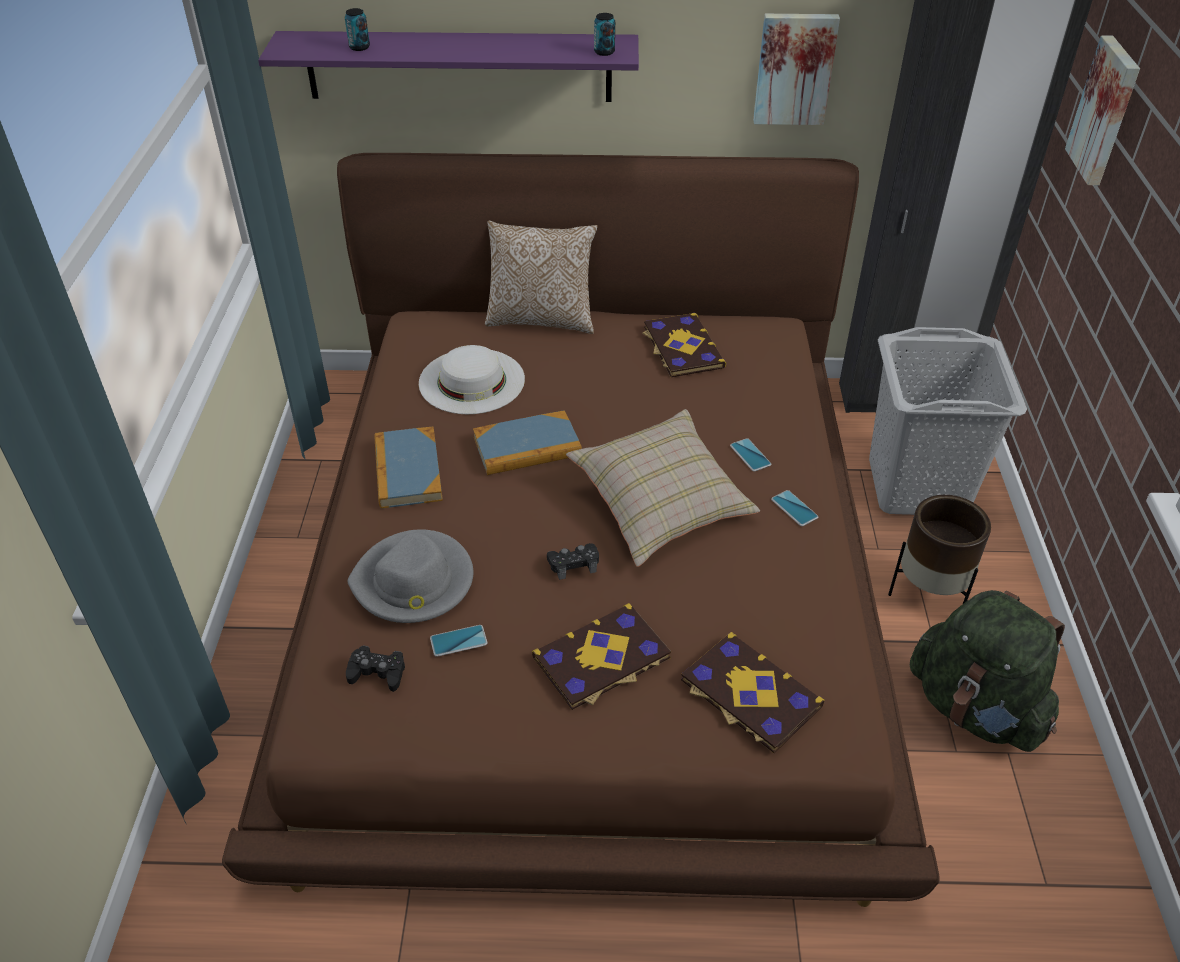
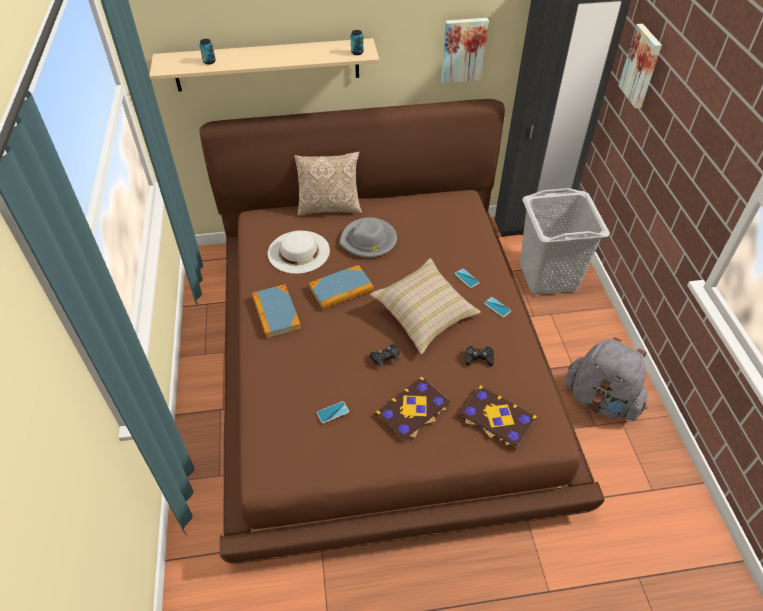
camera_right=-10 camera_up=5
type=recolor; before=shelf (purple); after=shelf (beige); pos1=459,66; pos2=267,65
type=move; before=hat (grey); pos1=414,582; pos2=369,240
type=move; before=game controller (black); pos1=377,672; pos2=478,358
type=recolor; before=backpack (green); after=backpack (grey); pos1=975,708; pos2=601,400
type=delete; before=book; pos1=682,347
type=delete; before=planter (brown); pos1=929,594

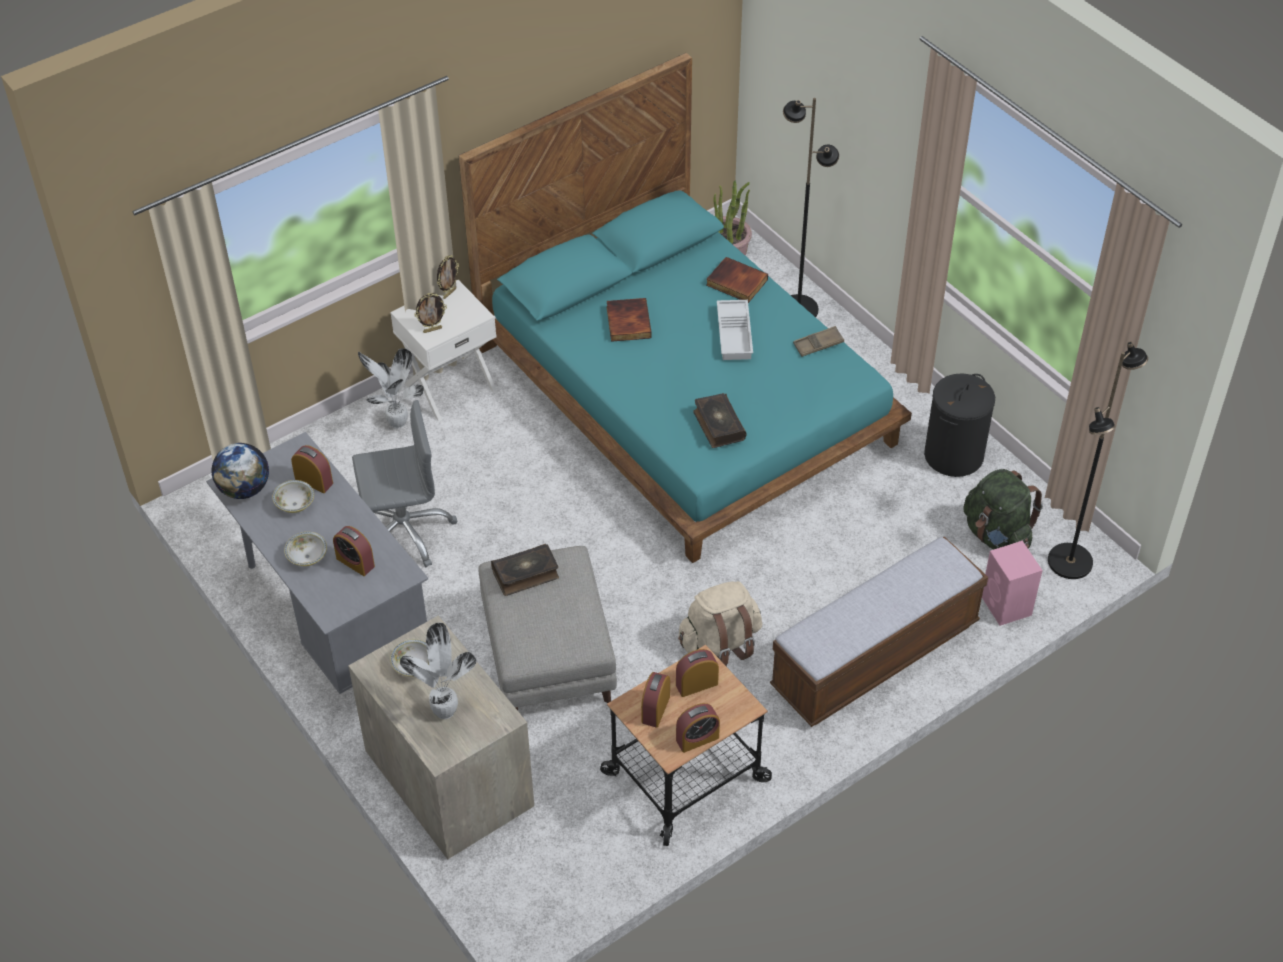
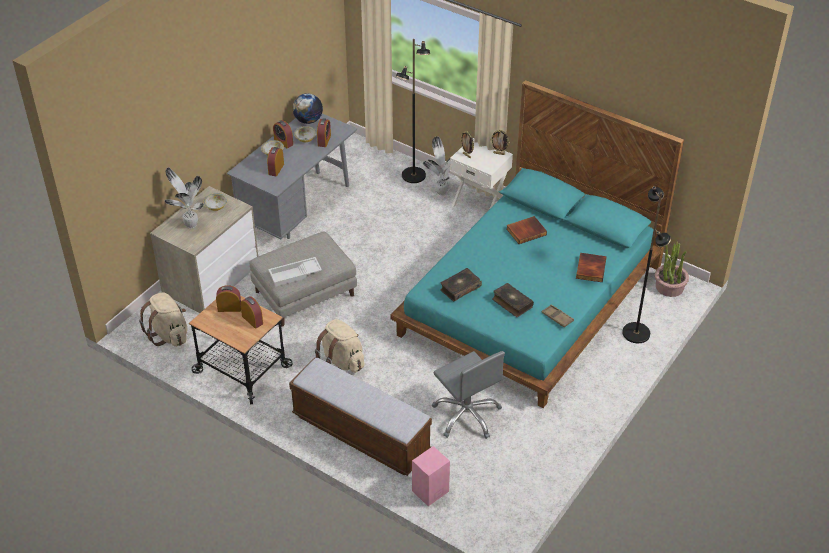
camera_right=70 camera_up=-5
type=insert; after=backpack (beige); pos2=169,335
type=move; before=tray (white); pos1=735,334; pos2=295,275
type=move; before=alarm clock; pos1=697,739; pos2=283,142
type=move; before=floor lamp (black); pos1=1071,562; pos2=413,176
type=move; before=office chair (grey); pos1=404,531; pos2=467,415
type=move; before=book; pos1=526,575; pos2=512,303
type=delete; before=laundry basket (black); pos1=953,455
type=delete; before=backpack (green); pos1=997,535

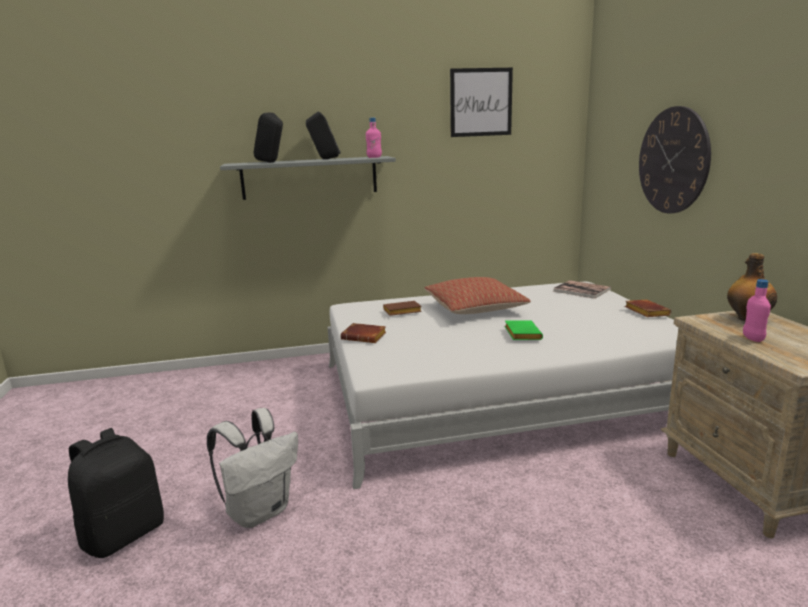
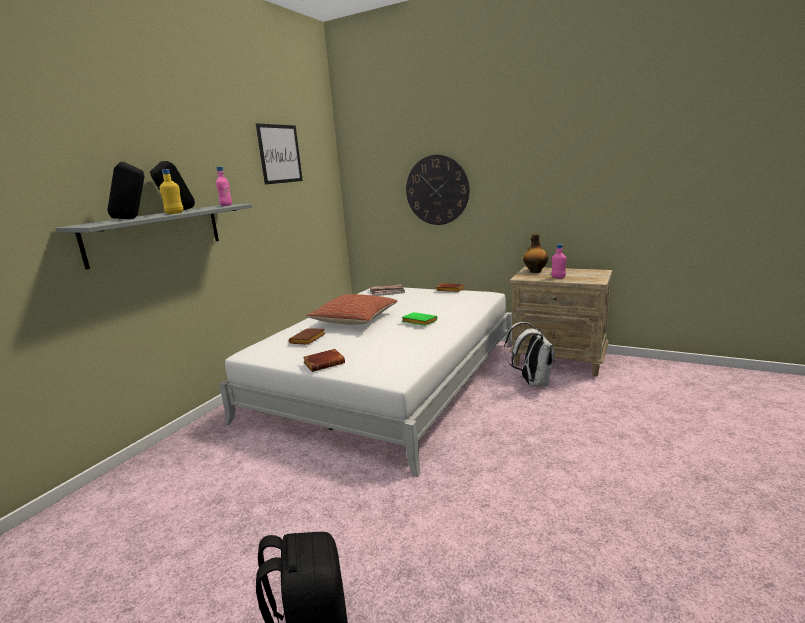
camera_right=-50 camera_up=0
type=insert; after=bottle (yellow); pos2=174,213
type=move; before=backpack (white); pos1=260,511; pos2=532,382

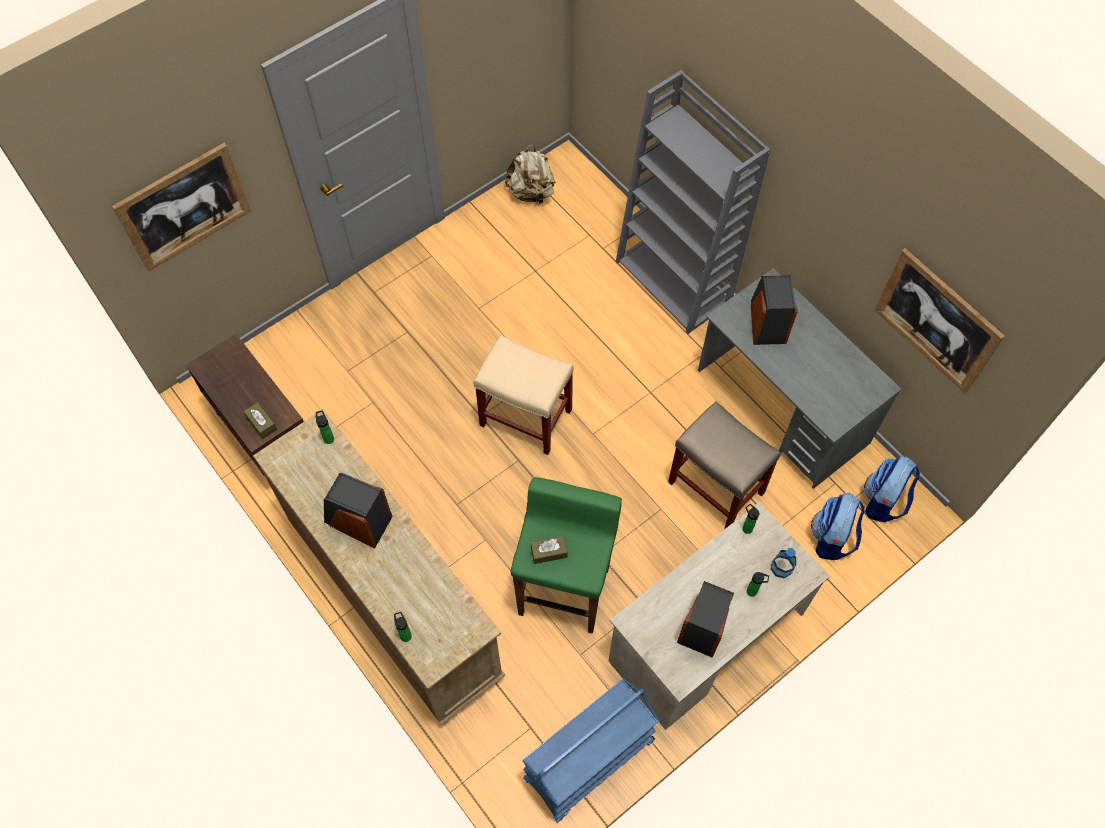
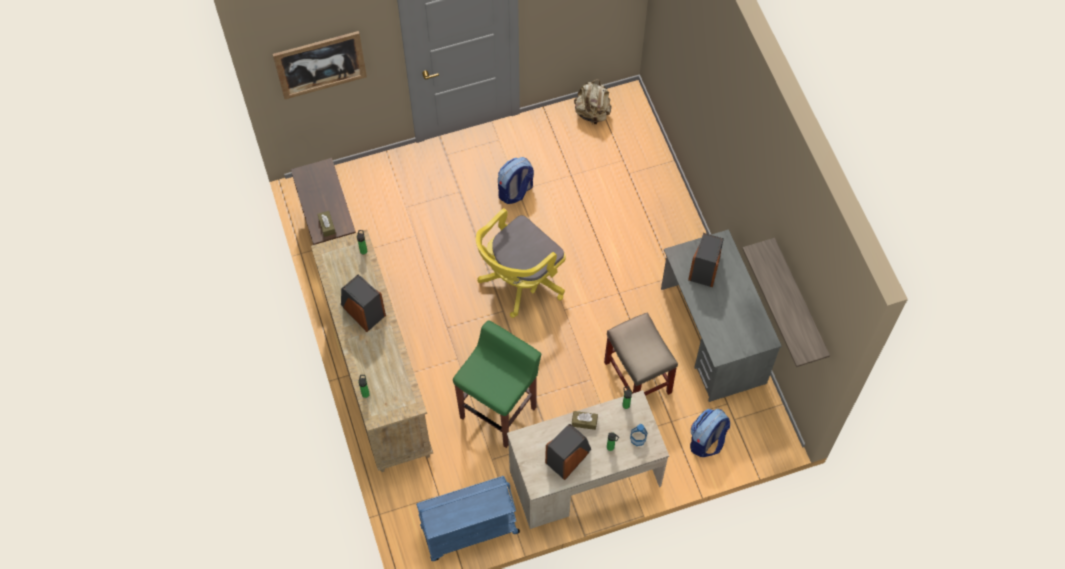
camera_right=20 camera_up=0
type=replace; before=stool (beige); after=office chair (yellow); pos1=524,417; pos2=519,281
type=move; before=backpack; pos1=883,501; pos2=515,192
type=move; before=tissue box (brown); pos1=549,552; pos2=584,422
type=replace; before=picture; after=shelf; pos1=937,321; pos2=799,302
type=delete; before=bookcase (grey); pos1=674,282

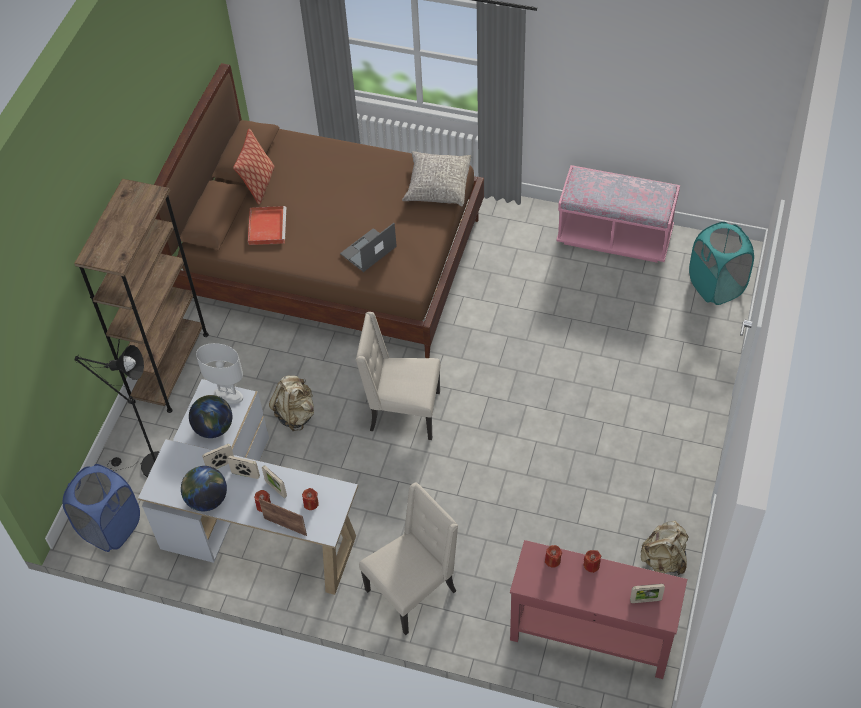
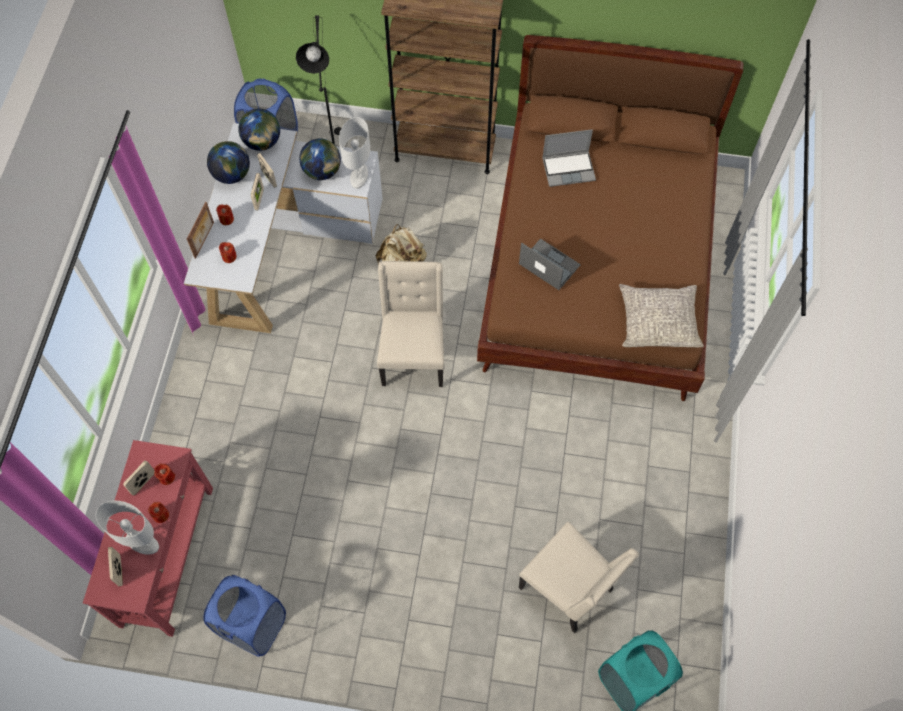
camera_right=80 camera_up=10
type=insert; after=table lamp (white); pos2=142,543
type=move; before=picture frame; pos1=276,489; pos2=143,483
type=replace; before=backpack (beige); after=laundry basket (blue); pos1=664,559; pos2=253,625
type=insert; after=globe; pos2=262,142
type=move; before=chair (beige); pos1=413,590; pos2=568,589
type=replace; before=tray (red); after=laptop; pos1=267,226; pos2=569,169
type=delete; before=pillow; pos1=259,185
type=delete; before=bench (pink); pos1=614,237

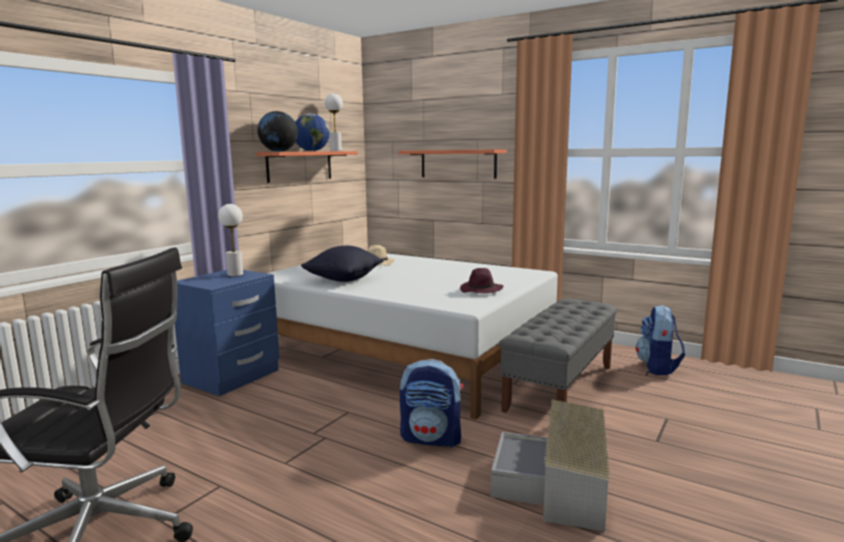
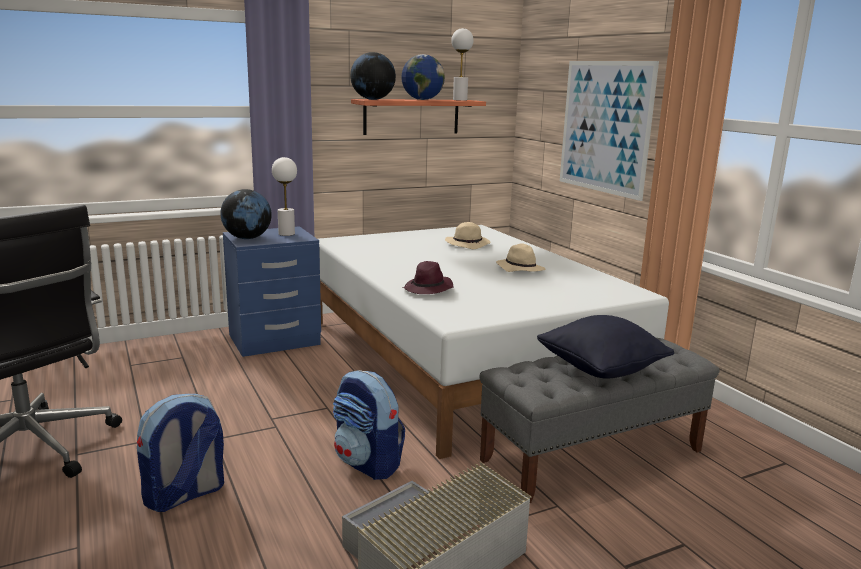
camera_right=30 camera_up=5
type=move; before=backpack; pos1=658,367; pos2=184,495
type=insert; after=globe; pos2=247,238
type=move; before=hat (purple); pos1=481,290; pos2=428,289
type=insert; after=hat (beige); pos2=519,269
type=move; before=pillow (black); pos1=343,279; pos2=601,370
type=replace; before=shelf; after=picture; pos1=458,164; pos2=604,127

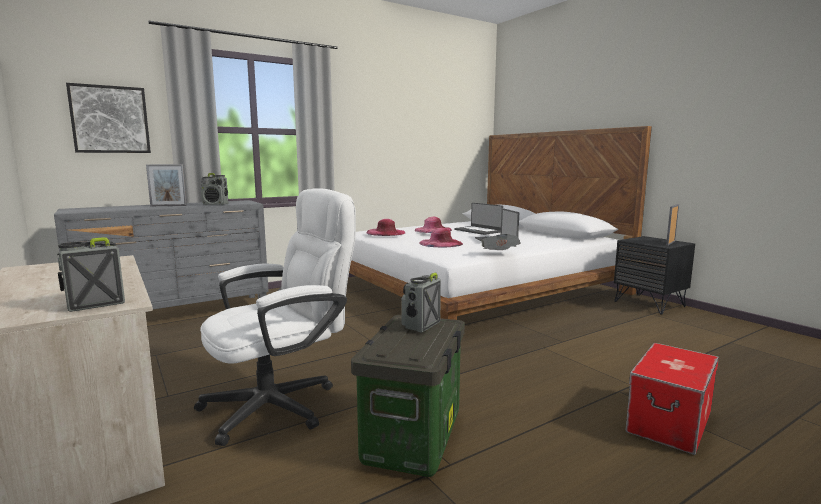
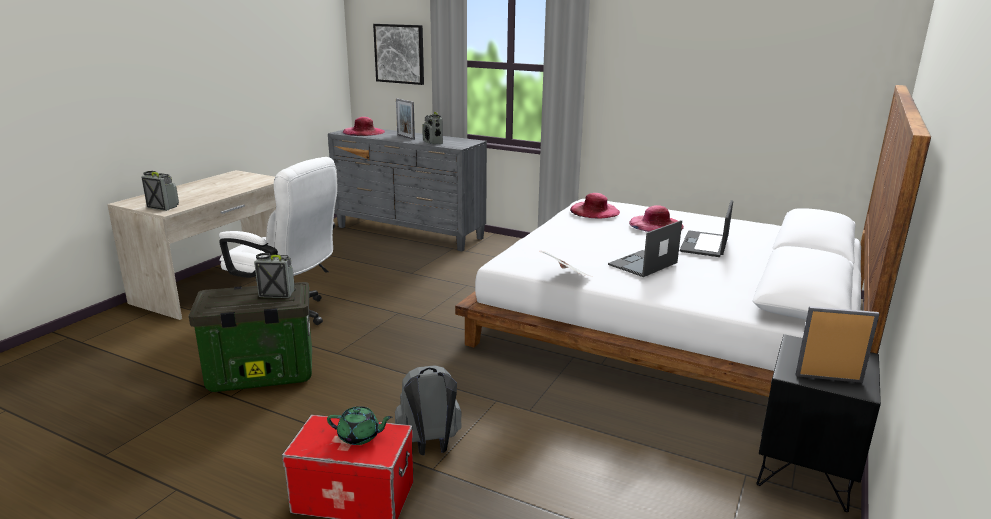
camera_right=60 camera_up=10
type=insert; after=teapot (green); pos2=360,436
type=move; before=hat (pink); pos1=441,243; pos2=364,132
type=insert; after=backpack (grey); pos2=430,445

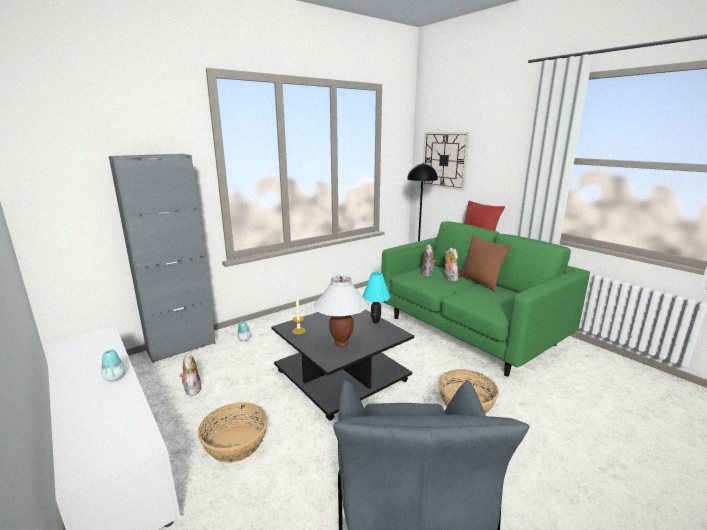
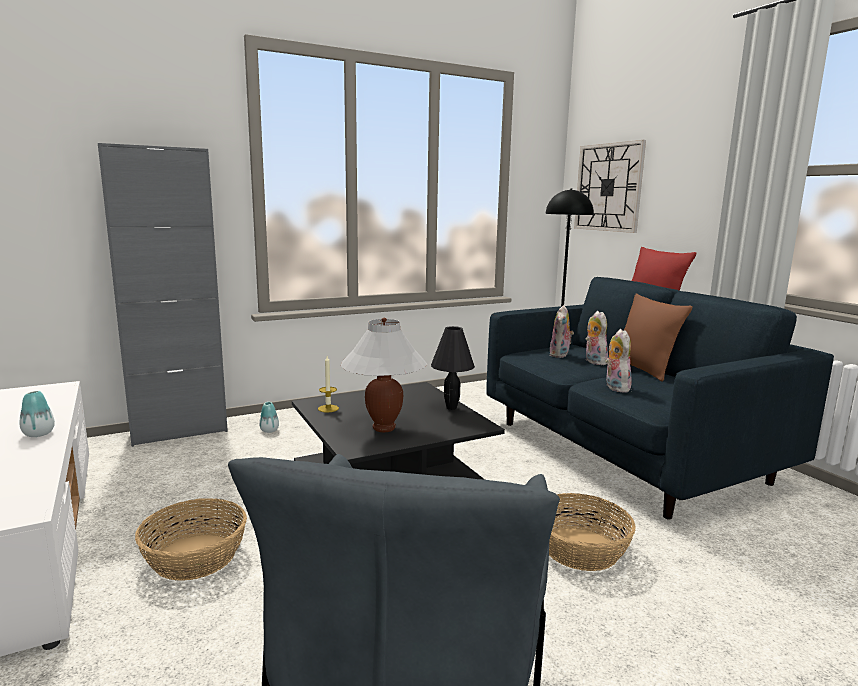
camera_right=10 camera_up=-5
type=recolor; before=table lamp (turquoise); after=table lamp (black); pos1=376,322; pos2=452,408
type=recolor; before=sofa (green); after=sofa (blue); pos1=469,330; pos2=624,450
type=move; before=plush toy; pos1=192,389; pos2=615,387

